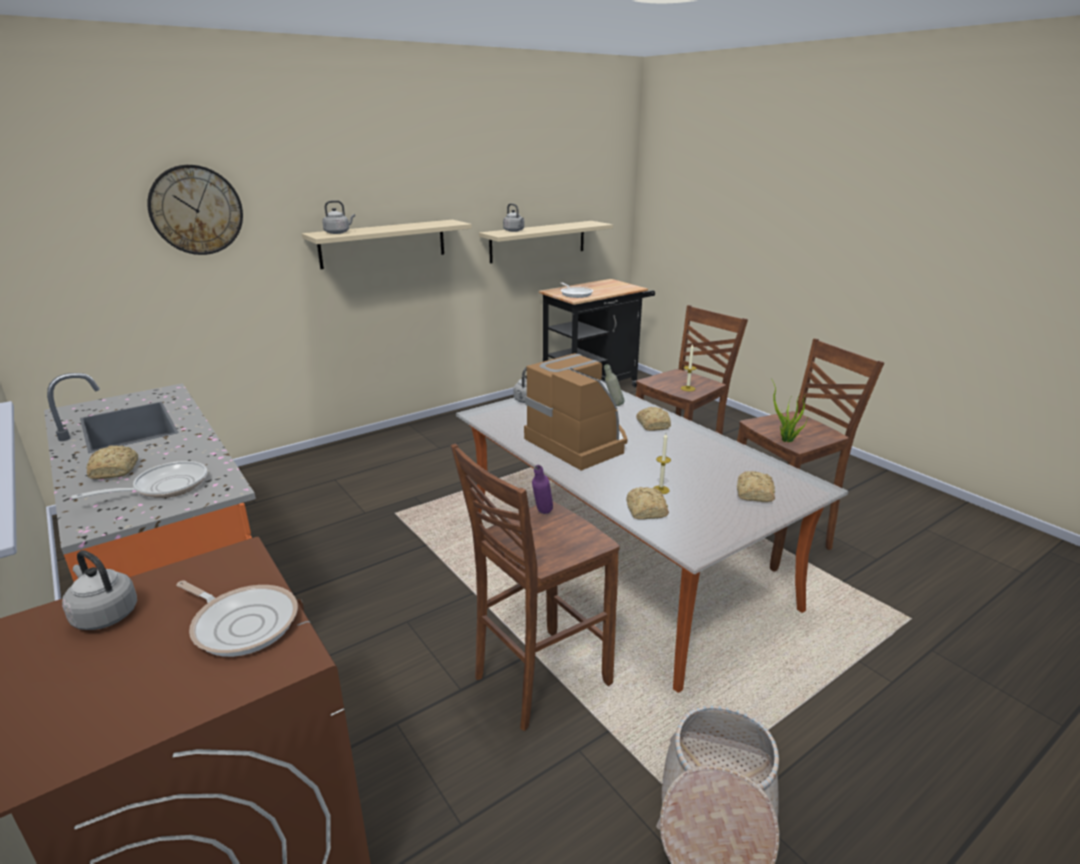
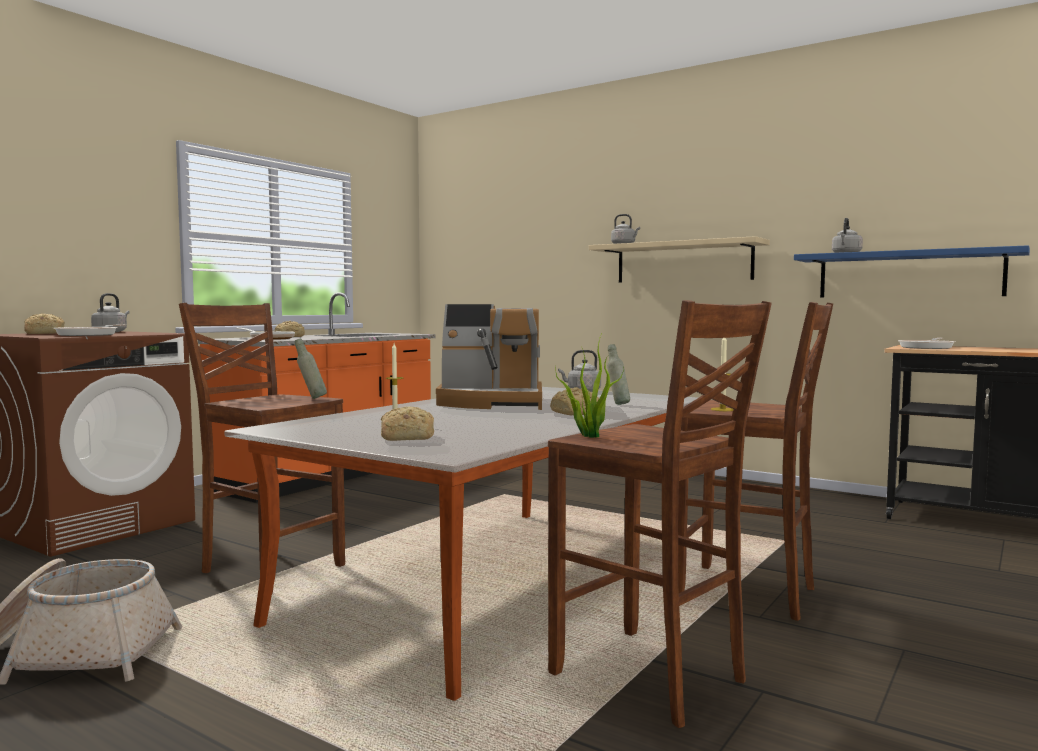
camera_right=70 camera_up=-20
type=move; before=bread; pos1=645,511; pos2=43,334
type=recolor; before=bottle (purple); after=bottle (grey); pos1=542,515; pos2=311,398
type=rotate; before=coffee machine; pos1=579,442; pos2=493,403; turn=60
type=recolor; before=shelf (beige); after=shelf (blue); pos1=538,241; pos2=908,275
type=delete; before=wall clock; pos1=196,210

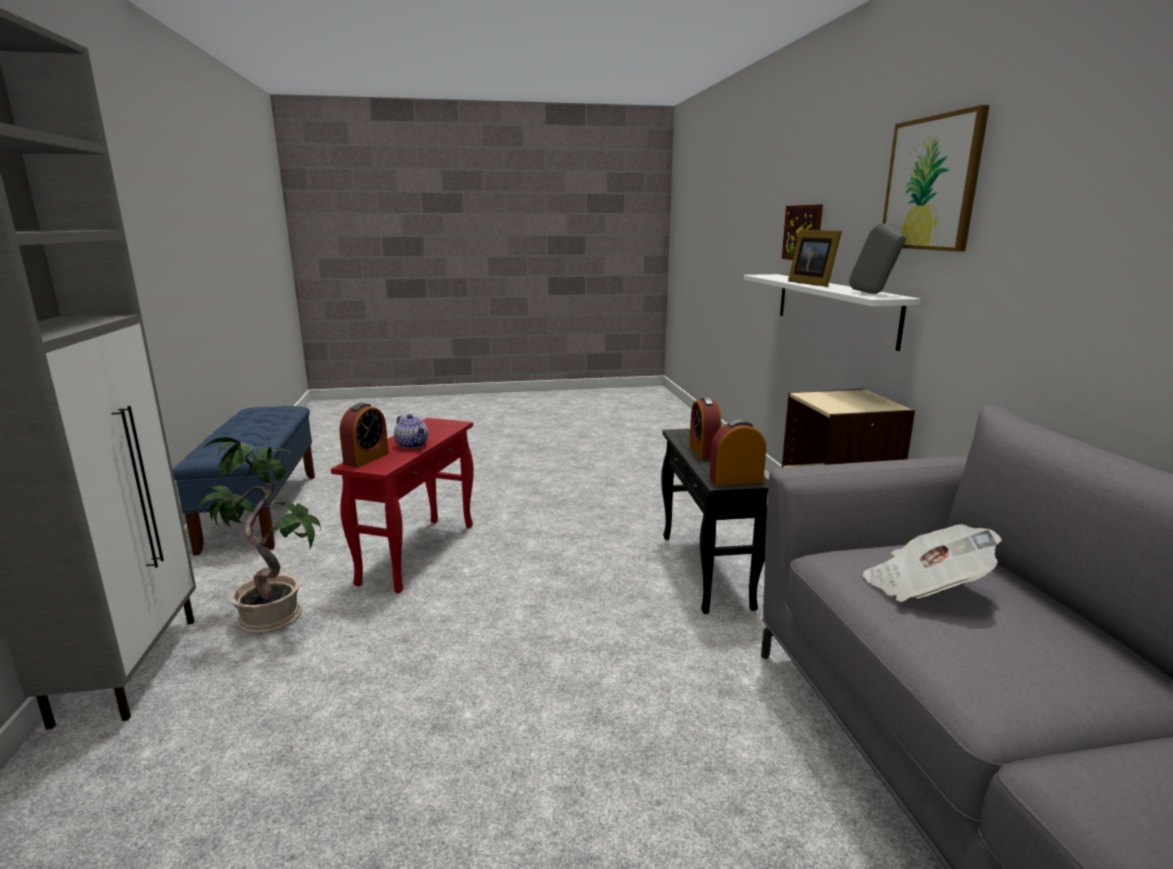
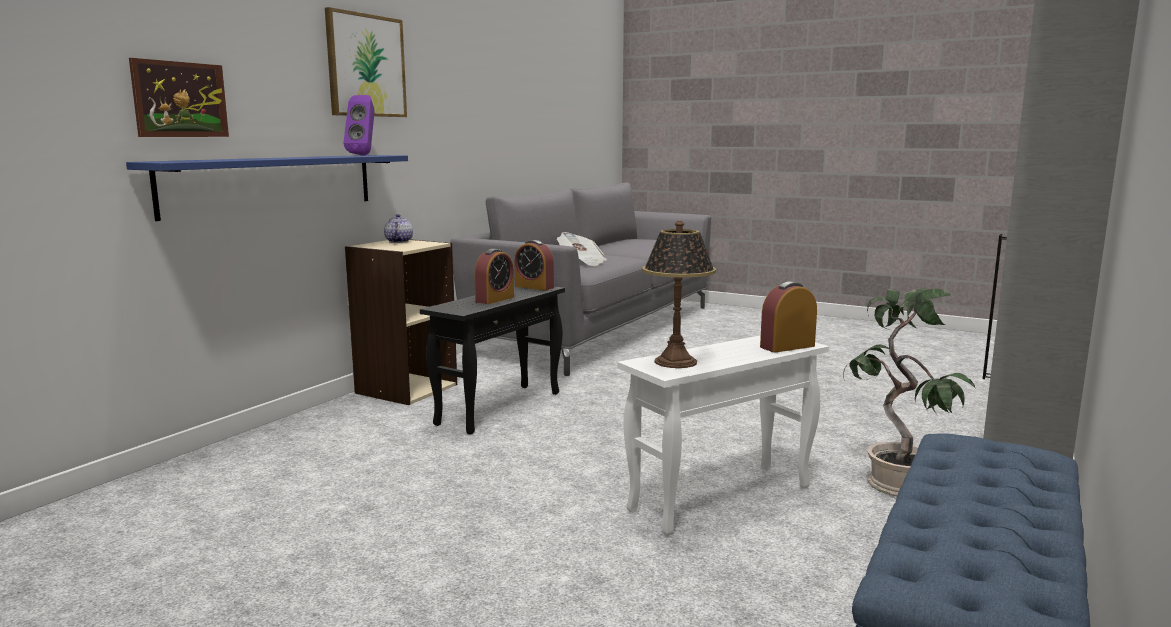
camera_right=-140 camera_up=-5
type=recolor; before=shelf (white); after=shelf (blue); pos1=833,307; pos2=273,183
type=recolor; before=speaker (grey); after=speaker (purple); pos1=874,293; pos2=364,155
type=move; before=teapot; pos1=412,445; pos2=398,241
type=recolor; before=side table (red); after=side table (white); pos1=418,553; pos2=721,499
type=insert; after=table lamp; pos2=676,362
type=delete; before=picture frame; pos1=812,283

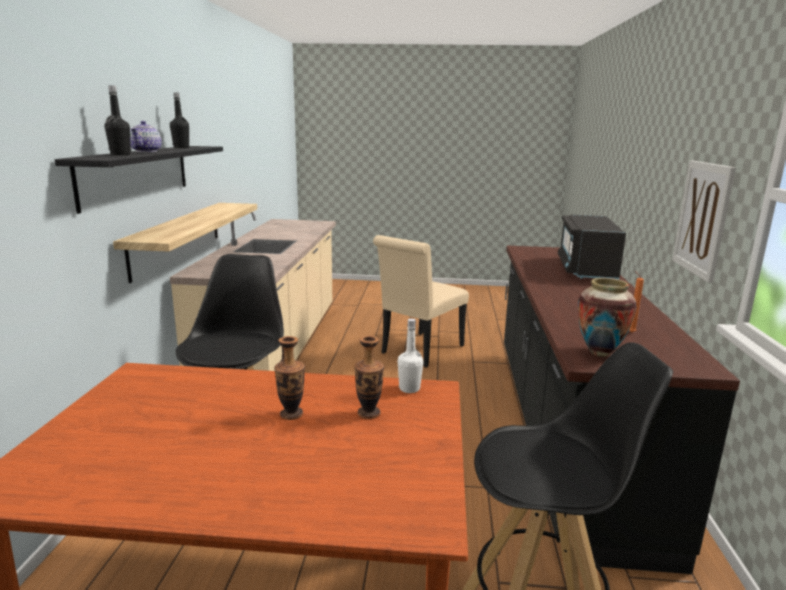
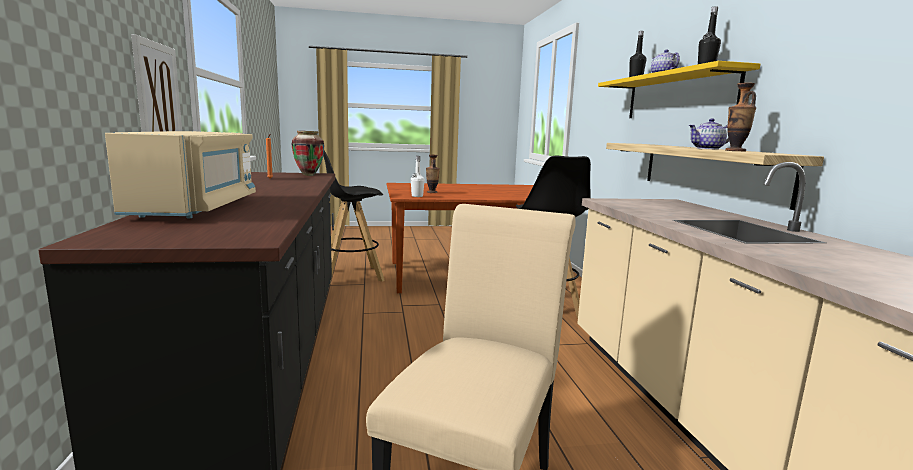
camera_right=165 camera_up=-5
type=recolor; before=microwave (black); after=microwave (beige); pos1=586,269; pos2=196,208
type=recolor; before=shelf (black); after=shelf (yellow); pos1=137,174; pos2=677,96
type=insert; after=teapot; pos2=708,149
type=move; before=vase; pos1=291,414; pos2=735,151

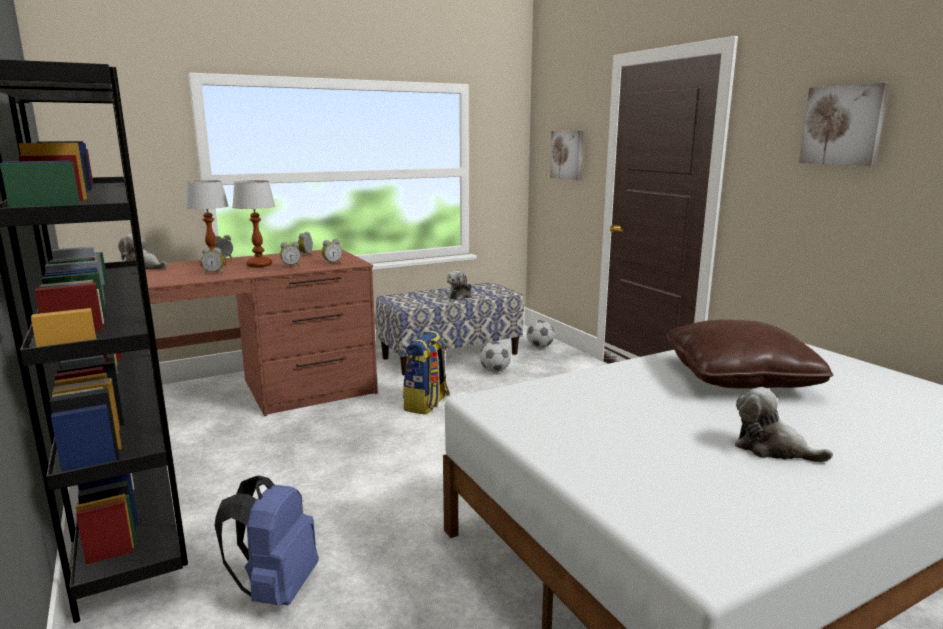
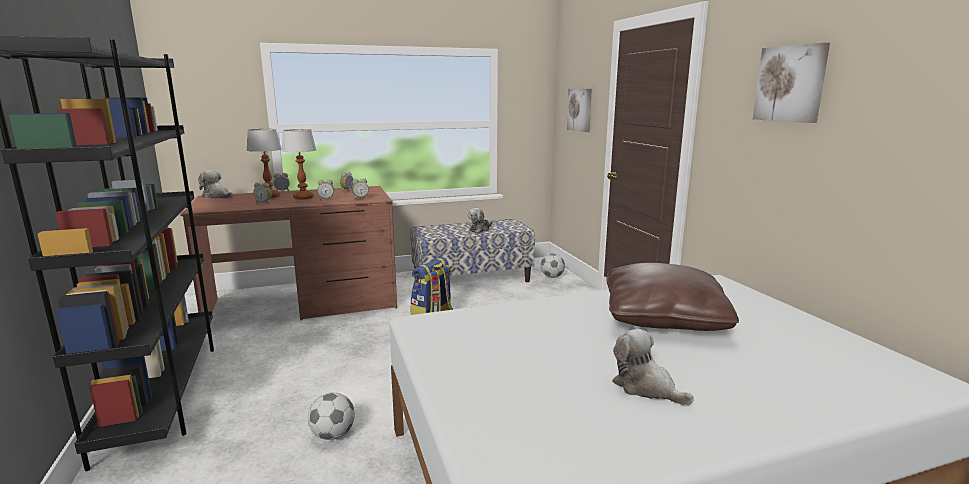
camera_right=10 camera_up=0
type=move; before=football; pos1=495,371; pos2=333,435
type=delete; before=backpack (blue); pos1=276,589

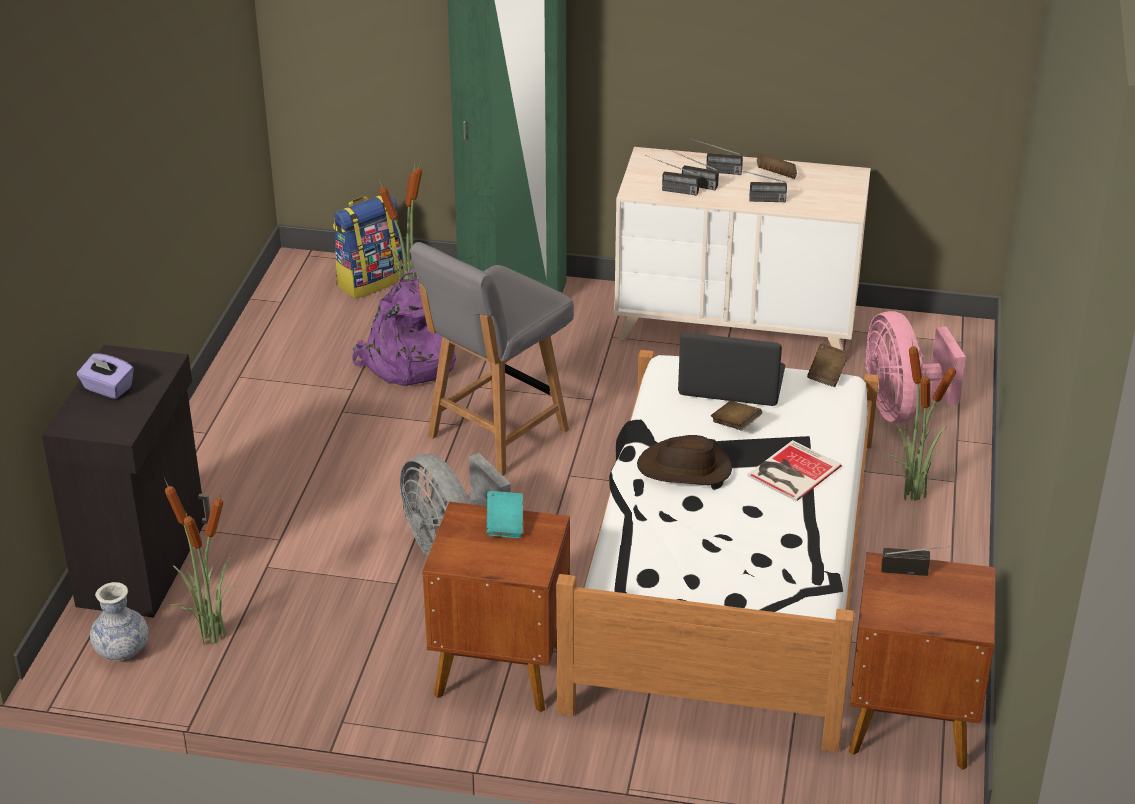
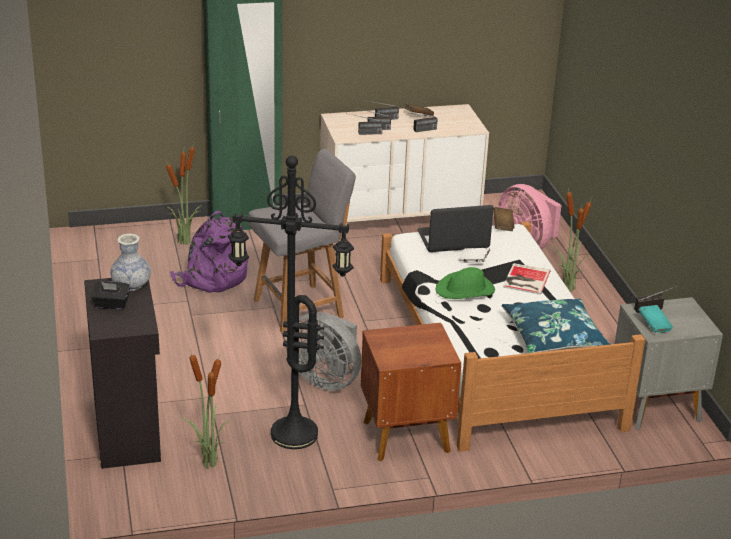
camera_right=-25 camera_up=-5
type=recolor; before=tissue box (purple); after=tissue box (black); pos1=107,389; pos2=111,304
type=move; before=vase; pos1=122,650; pos2=131,285
type=insert; after=floor lamp (black); pos2=291,436
type=rotate; before=chair (grey); pos1=495,435; pos2=300,308; turn=-135
type=recolor; before=hat (brown); after=hat (green); pos1=685,468; pos2=465,290
type=recolor; before=book (brown); after=book (white); pos1=735,425; pos2=473,262
type=insert; after=pillow (blue); pos2=554,337
type=recolor; before=nightstand (brown); after=nightstand (grey); pos1=908,723; pos2=654,406
type=move; before=book (turquoise); pos1=505,525; pos2=654,326
type=delete; before=backpack; pos1=369,281

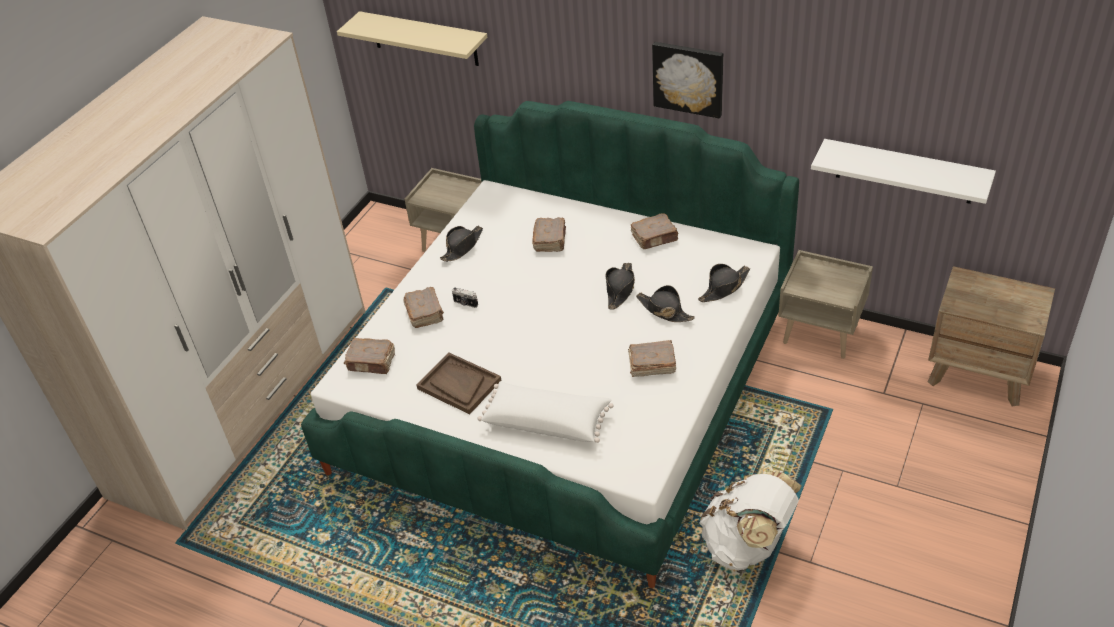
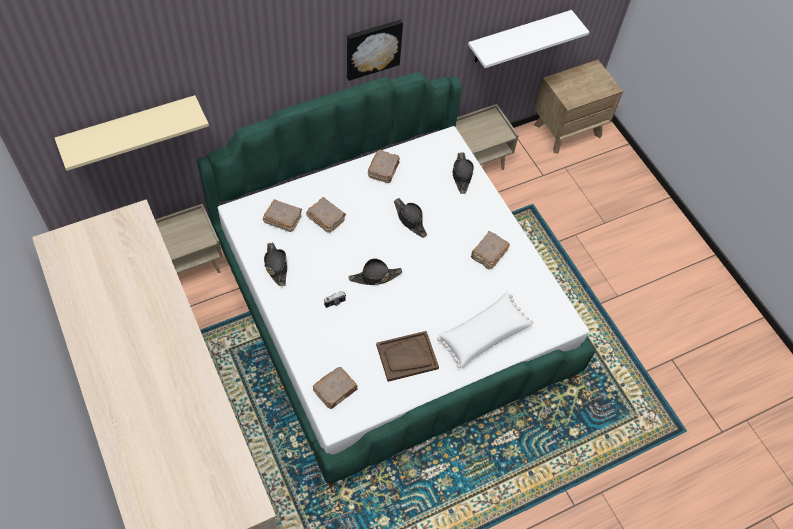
camera_right=-60 camera_up=15
type=move; before=book (brown); pos1=425,313; pos2=282,219
type=move; before=hat (black); pos1=664,310; pos2=375,277
type=delete; before=backpack (white); pos1=747,545

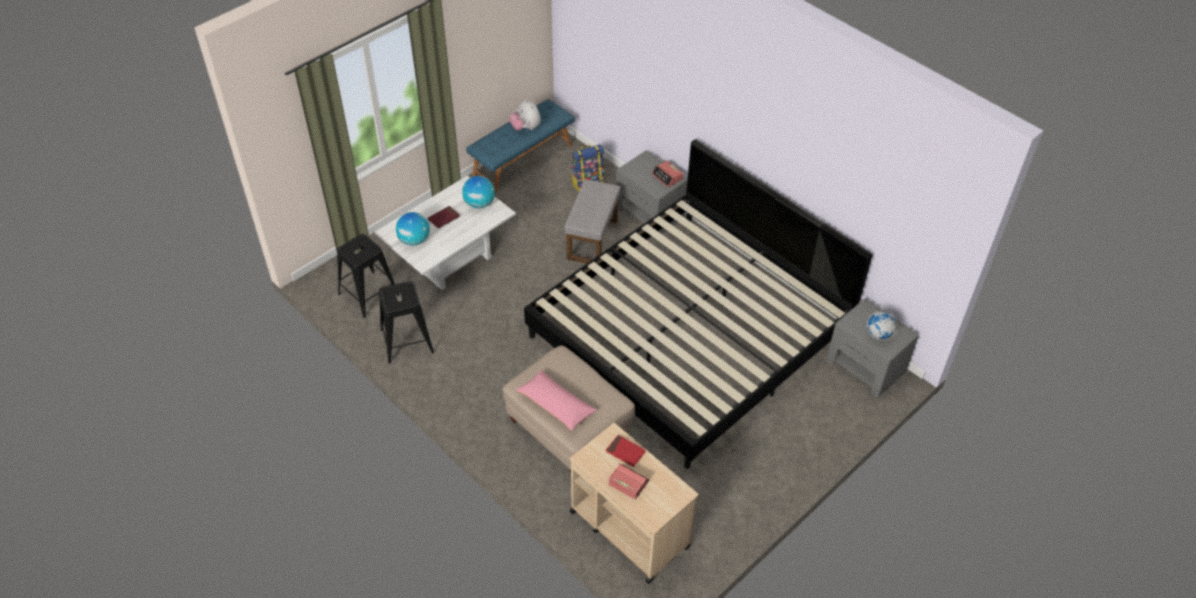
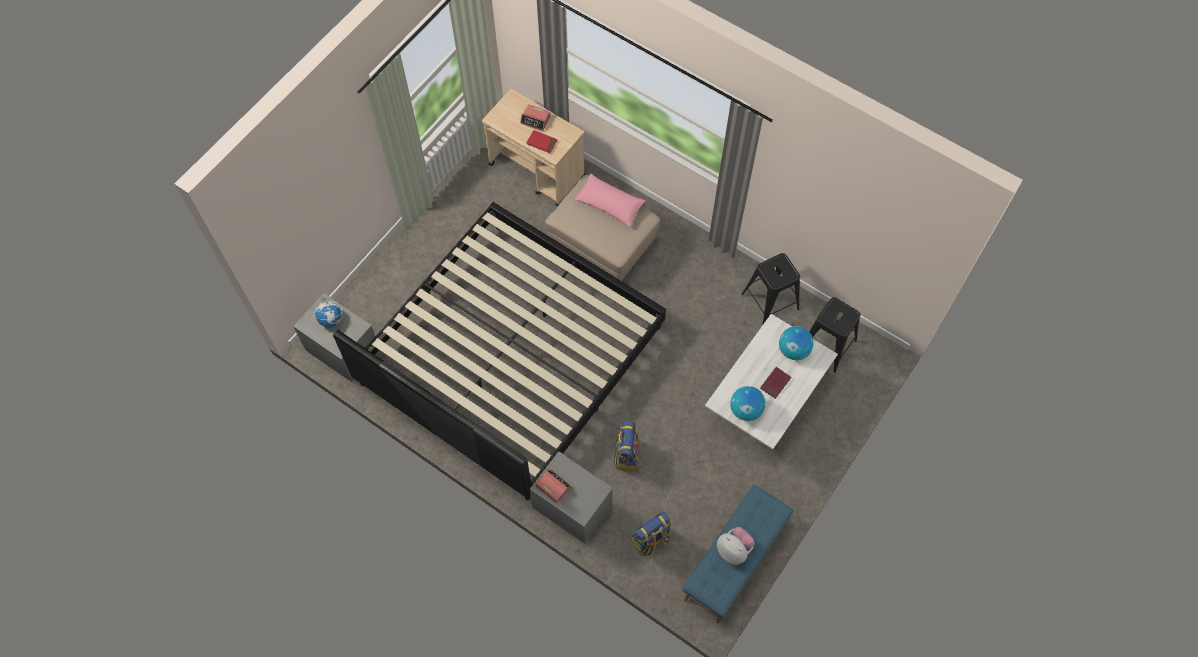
camera_right=170 camera_up=15
type=replace; before=ottoman (grey); after=backpack; pos1=593,240; pos2=626,454

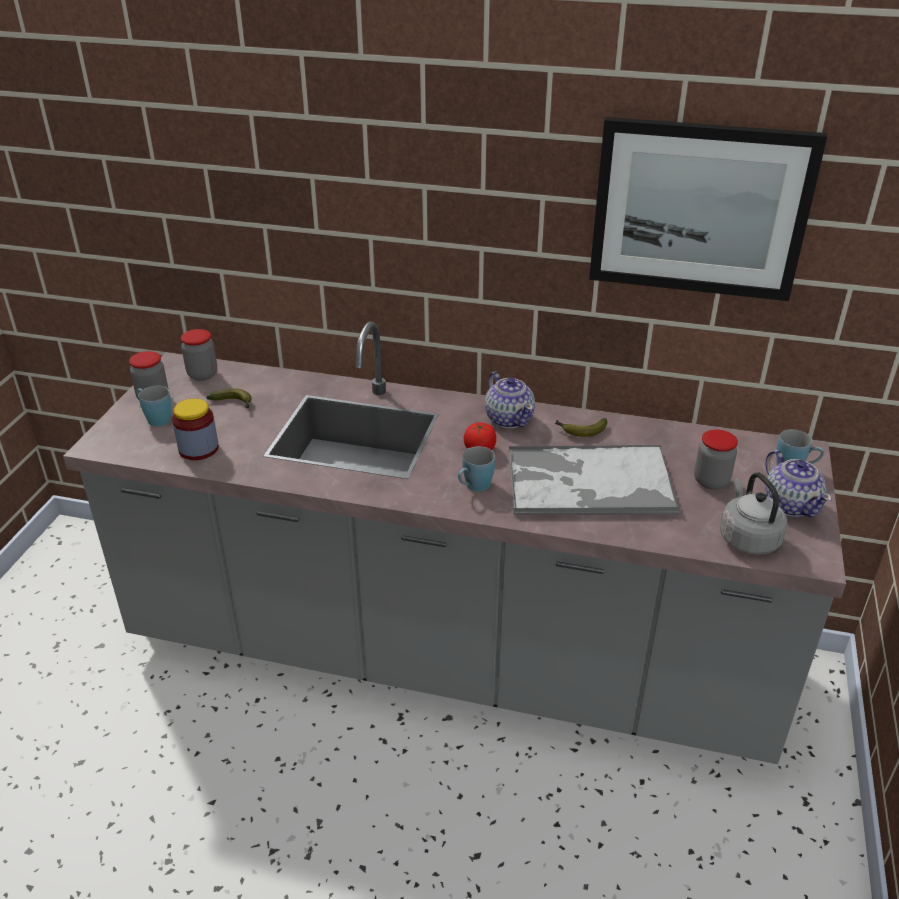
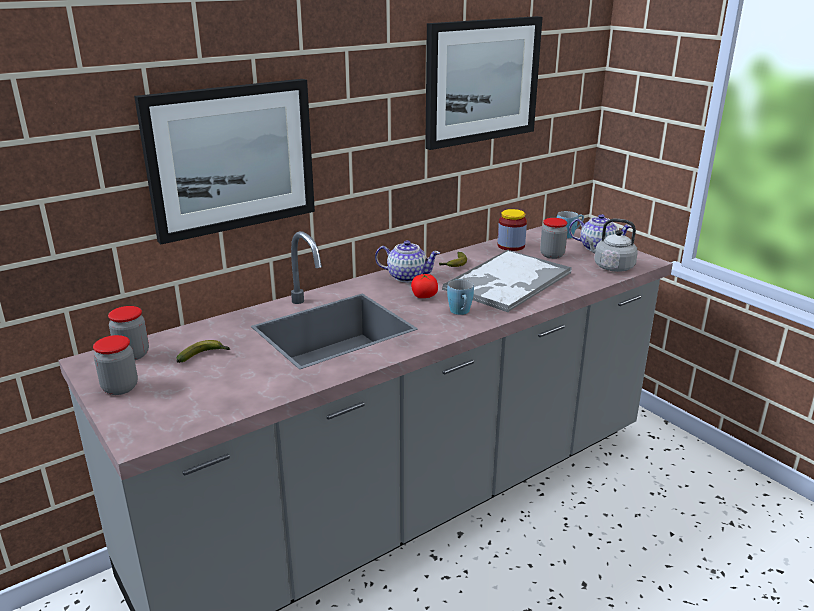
camera_right=-50 camera_up=-10
type=insert; after=picture; pos2=231,158
type=move; before=jar; pos1=198,449; pos2=511,246
type=delete; before=mug (blue); pos1=155,418

